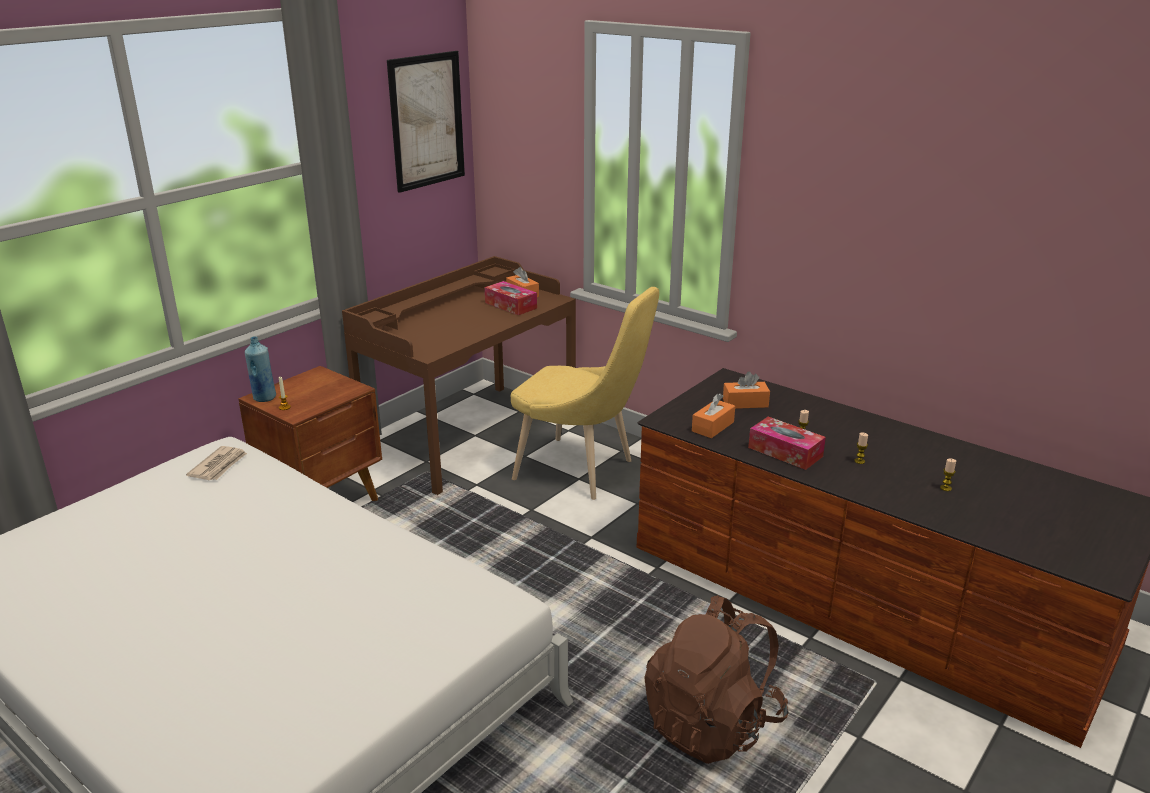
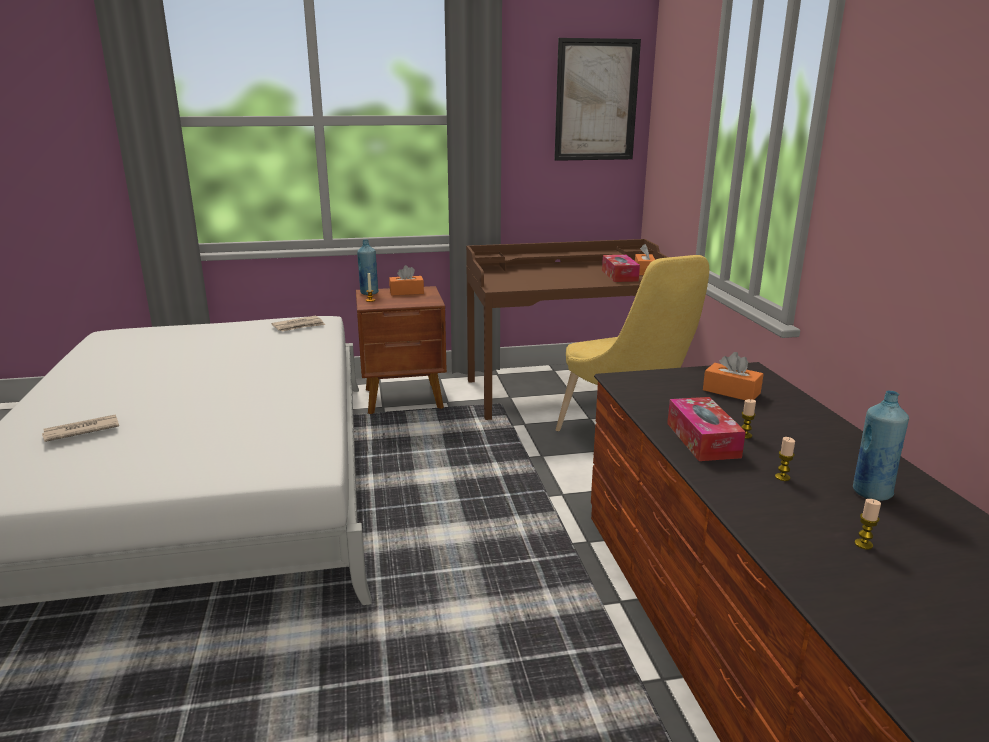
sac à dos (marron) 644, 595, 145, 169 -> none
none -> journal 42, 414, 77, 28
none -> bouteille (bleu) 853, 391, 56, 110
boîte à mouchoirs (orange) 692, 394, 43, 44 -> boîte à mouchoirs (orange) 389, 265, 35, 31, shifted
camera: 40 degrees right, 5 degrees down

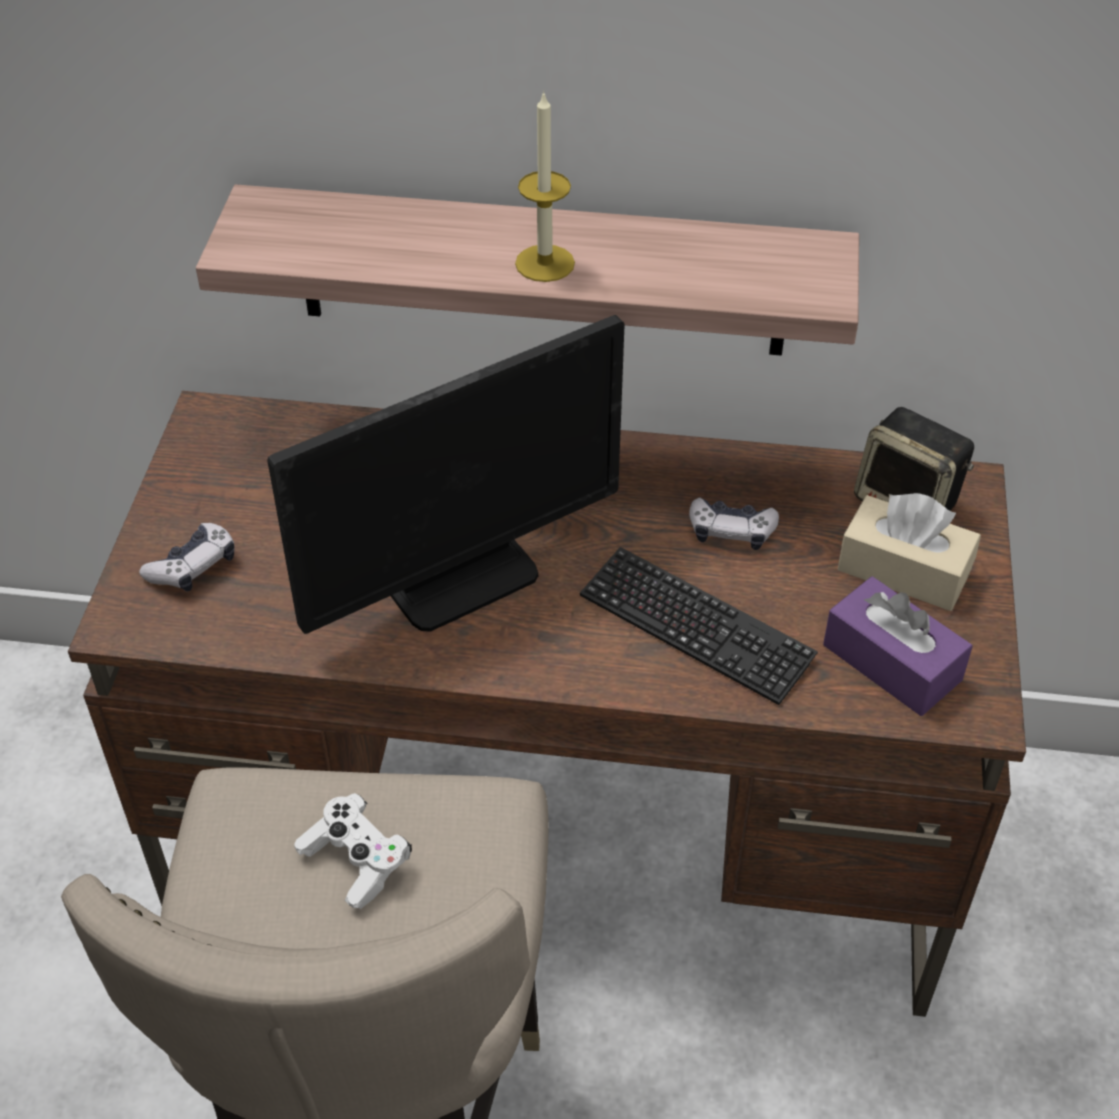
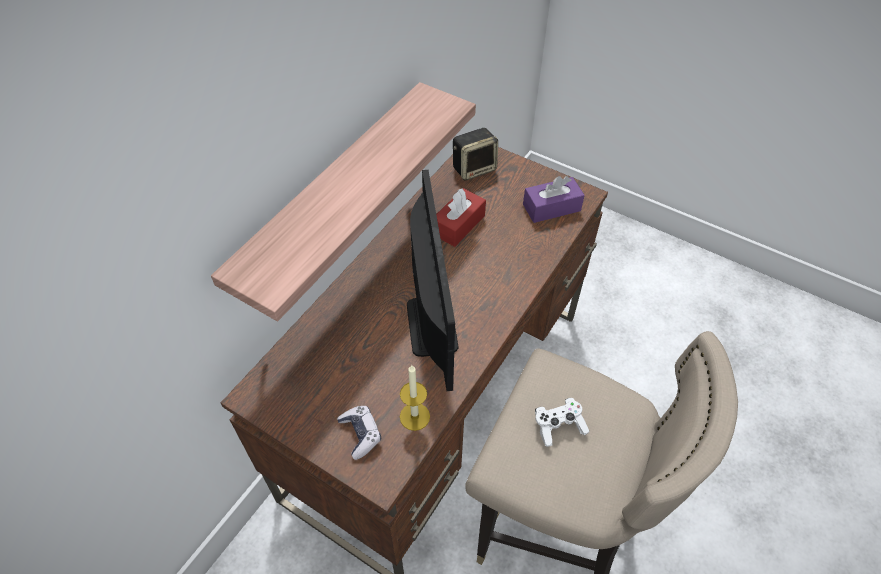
clavier 580, 547, 238, 158 -> none
boîte à mouchoirs (beige) 838, 493, 143, 118 -> none
bougie 515, 90, 60, 192 -> bougie 400, 365, 30, 66, shifted
manette 689, 498, 90, 52 -> boîte à mouchoirs (rouge) 436, 188, 50, 59
camera: 65 degrees left, 5 degrees up

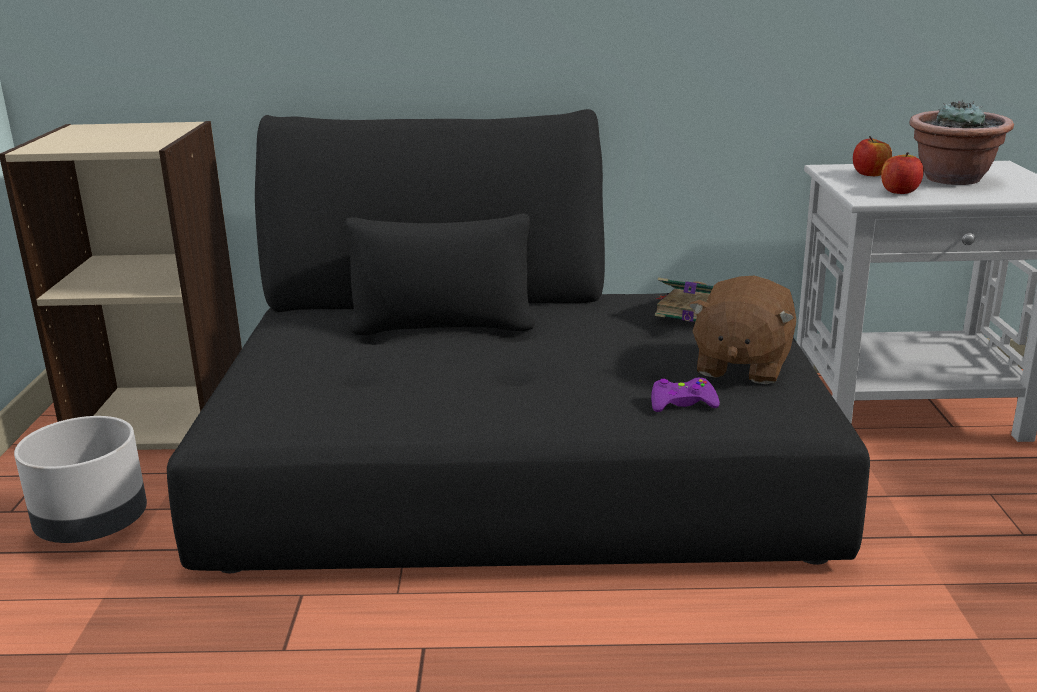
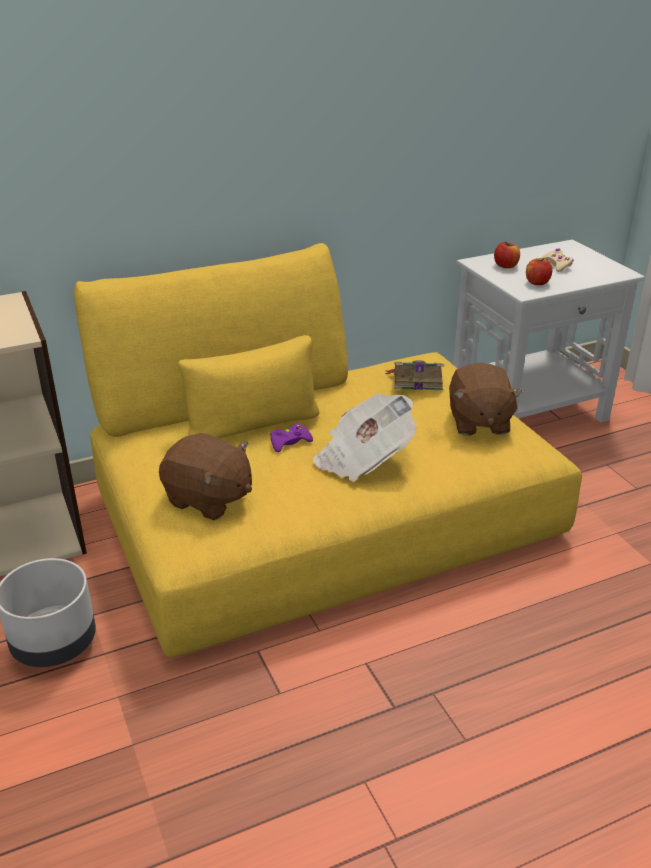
none -> peluche (marron) 159, 433, 93, 87
none -> journal 313, 393, 104, 88
manette (violet) 651, 378, 69, 34 -> manette (violet) 271, 423, 42, 29, shifted
plante en pot 909, 100, 105, 85 -> manette (beige) 541, 249, 32, 23
canapé (noir) 167, 109, 703, 464 -> canapé (jaune) 74, 243, 508, 414
camera: 25 degrees left, 10 degrees up

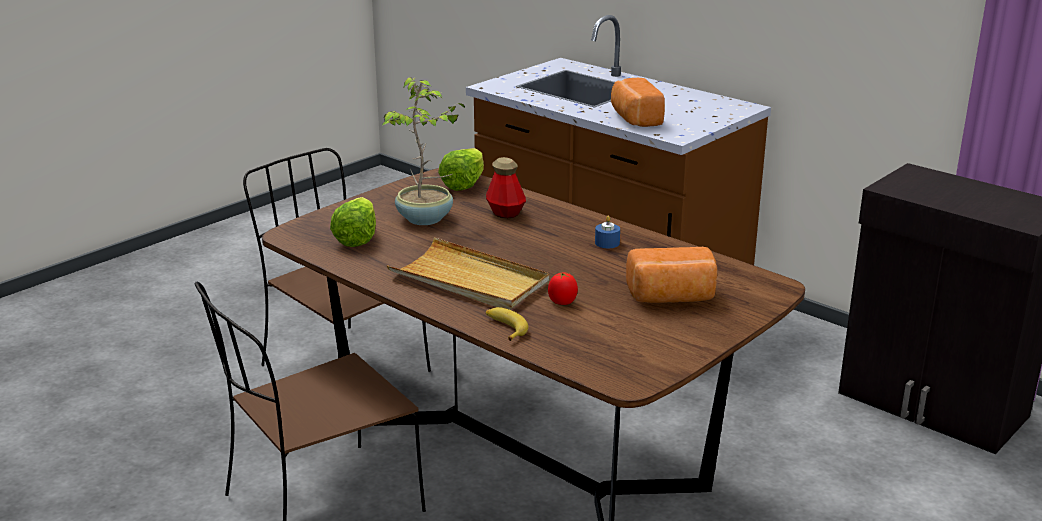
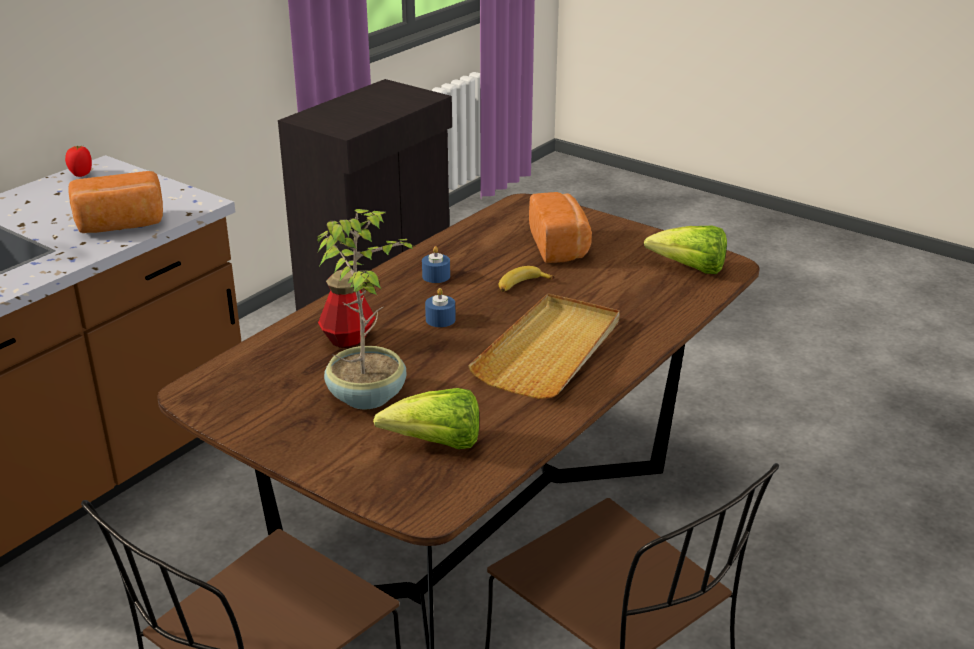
none -> bougie (bleu) 425, 288, 31, 39
laitue 438, 148, 46, 43 -> laitue 644, 226, 83, 48, shifted
banane 486, 307, 42, 34 -> banane 498, 266, 57, 26, shifted
tomate 548, 272, 30, 33 -> tomate 65, 146, 27, 31, shifted
camera: 95 degrees left, 5 degrees up

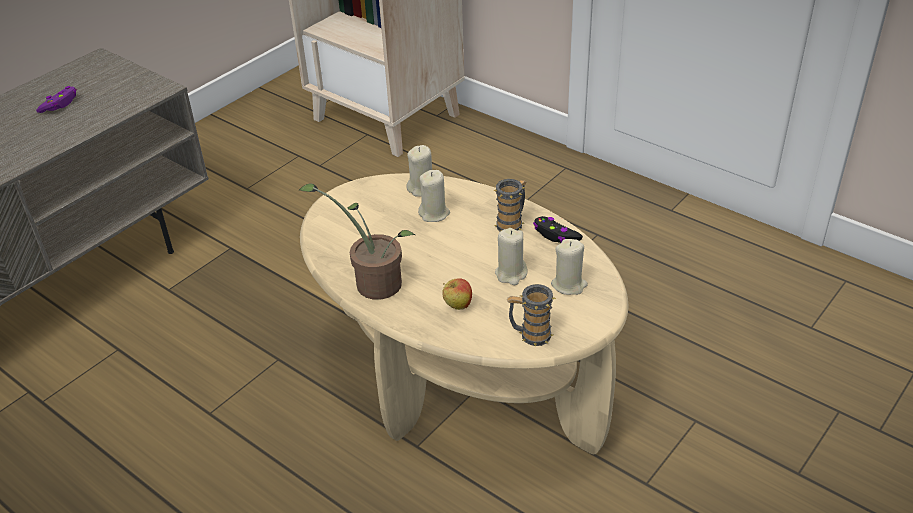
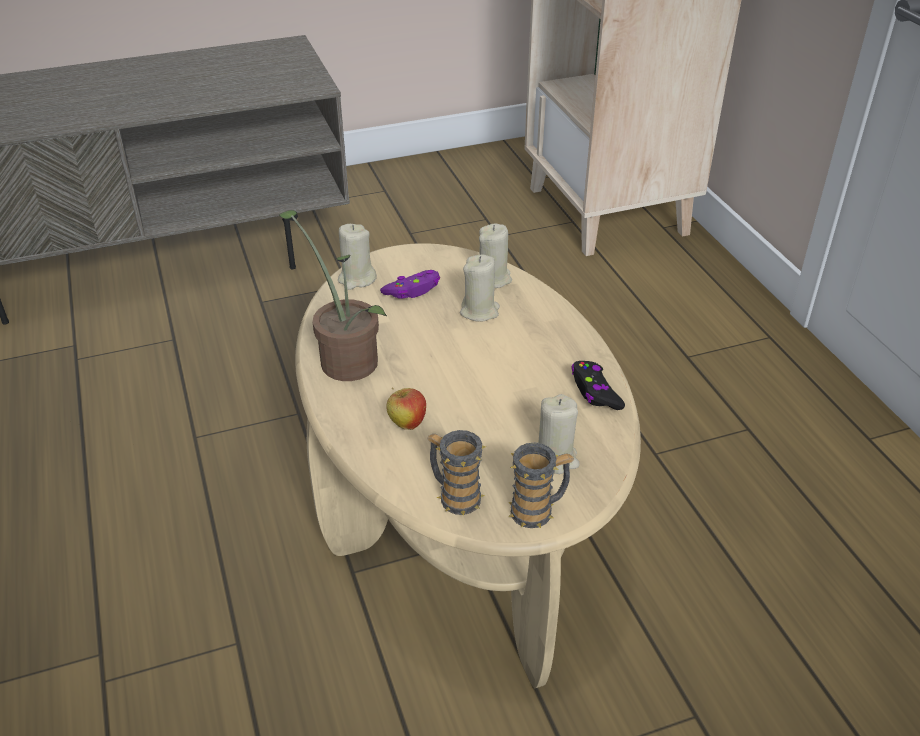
manette (violet) 36, 86, 41, 27 -> manette (violet) 380, 270, 60, 29, shifted
mug 493, 179, 33, 52 -> mug 508, 443, 66, 85, shifted
bougie (beige) 495, 228, 32, 57 -> bougie (beige) 338, 224, 39, 66, shifted
camera: 30 degrees right, 0 degrees up

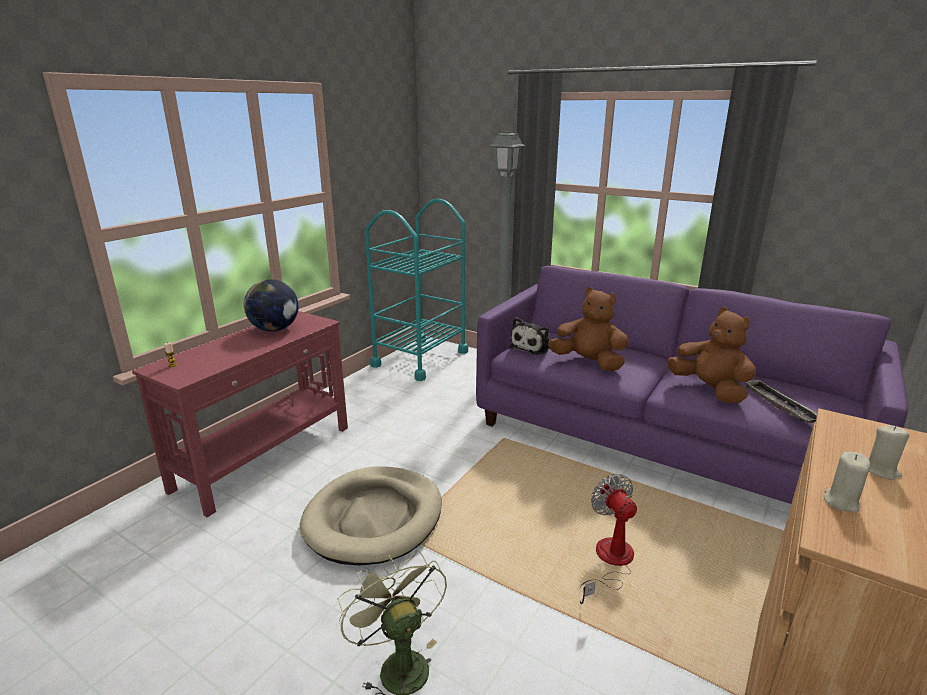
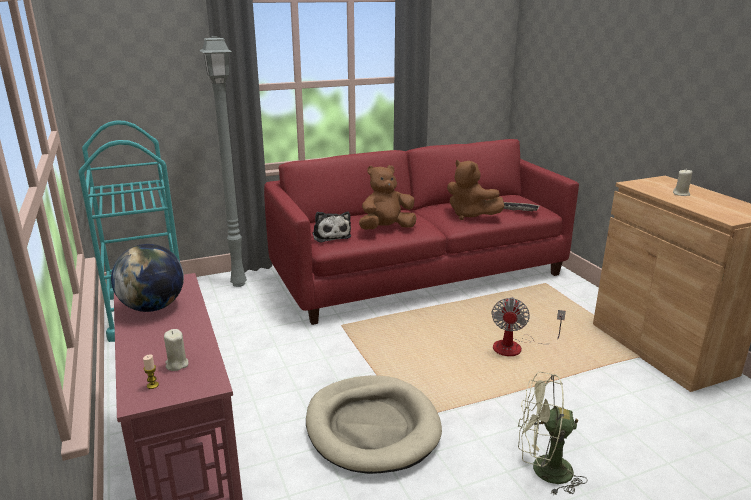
bougie (beige) 824, 452, 47, 60 -> bougie (beige) 164, 329, 24, 42, shifted
canapé (violet) 476, 266, 432, 238 -> canapé (rouge) 264, 139, 315, 186
ventilateur 580, 474, 57, 130 -> ventilateur 491, 297, 75, 59, 90 degrees counterclockwise
peluche (marron) 667, 307, 89, 96 -> peluche (marron) 447, 160, 58, 60, 135 degrees counterclockwise
camera: 55 degrees left, 0 degrees up

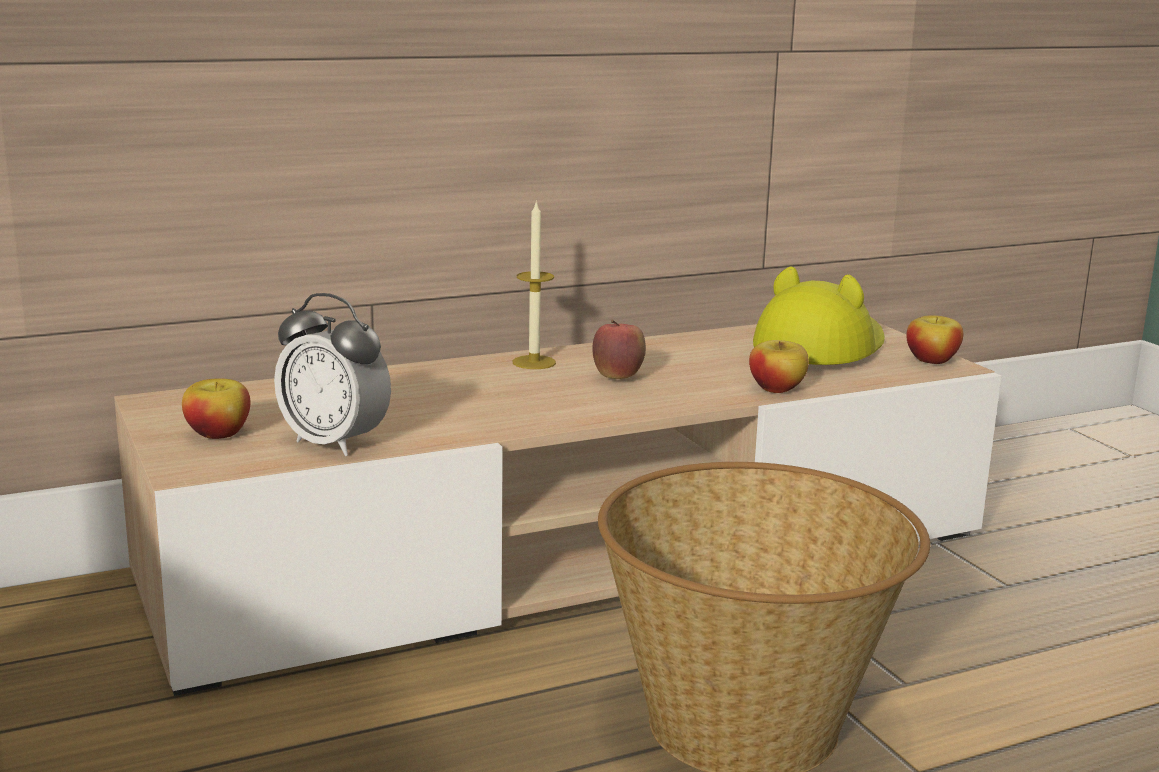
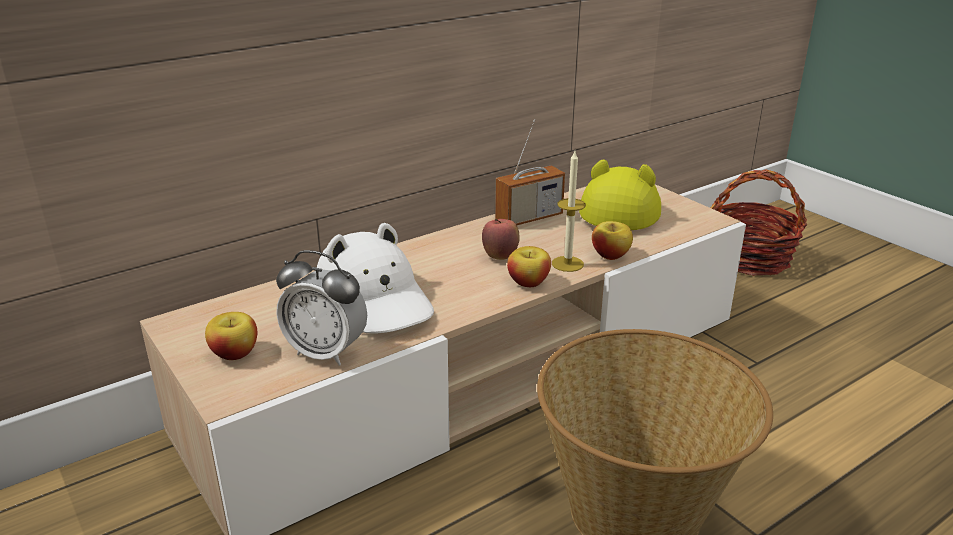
none -> chapeau (blanc) 317, 223, 117, 111
none -> radio 495, 119, 70, 106
none -> panier 711, 169, 97, 107
bougie 513, 200, 43, 169 -> bougie 552, 151, 34, 121, shifted
pomme 906, 315, 57, 49 -> pomme 507, 246, 44, 41, shifted
camera: 10 degrees left, 10 degrees up

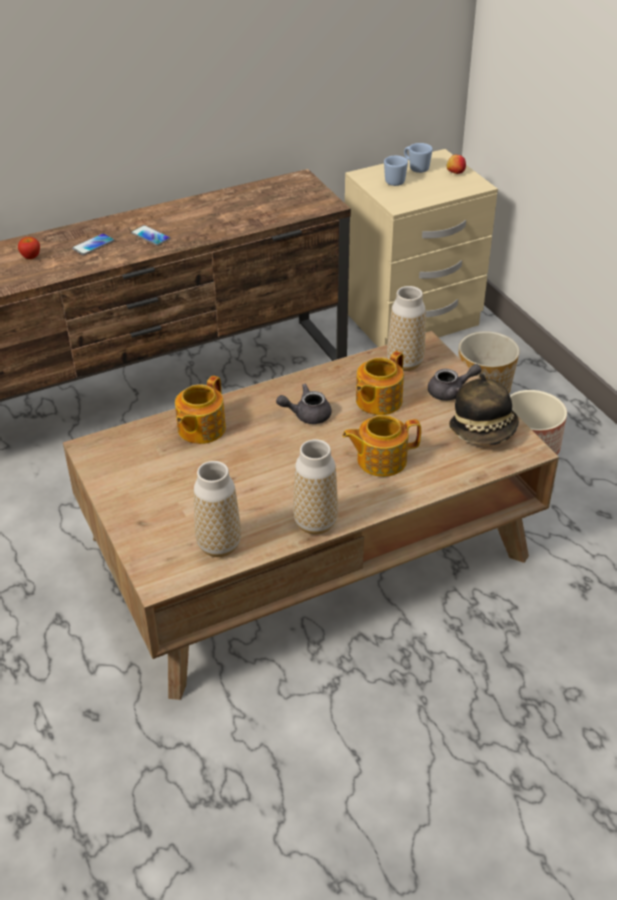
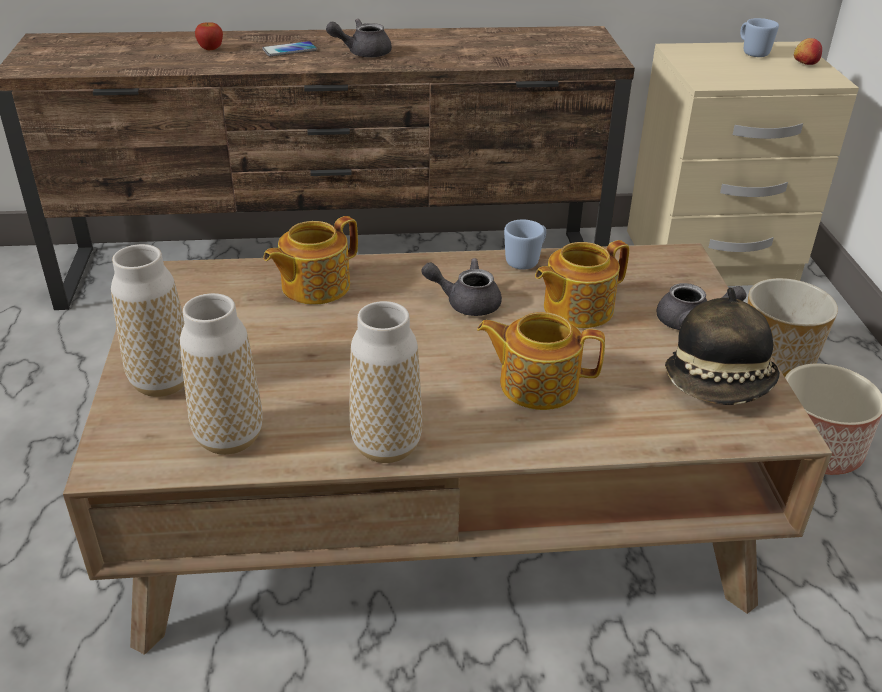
mug (bleu) 384, 156, 24, 30 -> mug (bleu) 504, 219, 42, 51, shifted
vase 387, 286, 39, 85 -> vase 111, 244, 73, 153, shifted
téléphone 131, 225, 39, 21 -> théière (gris) 326, 19, 66, 39
camera: 20 degrees right, 5 degrees down

